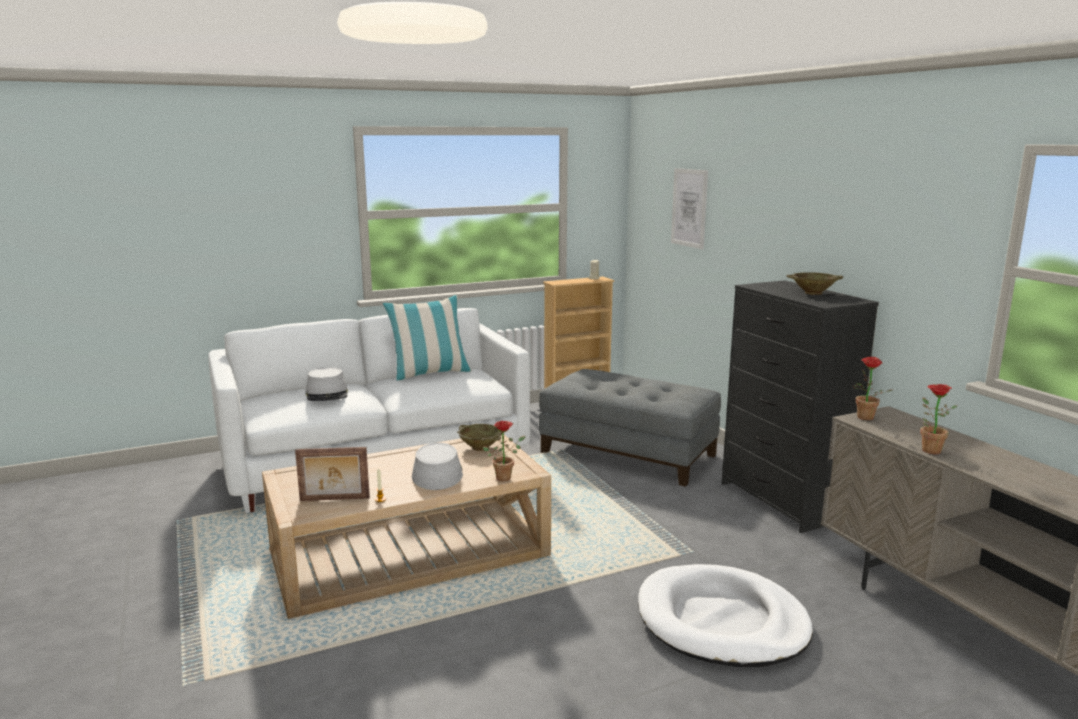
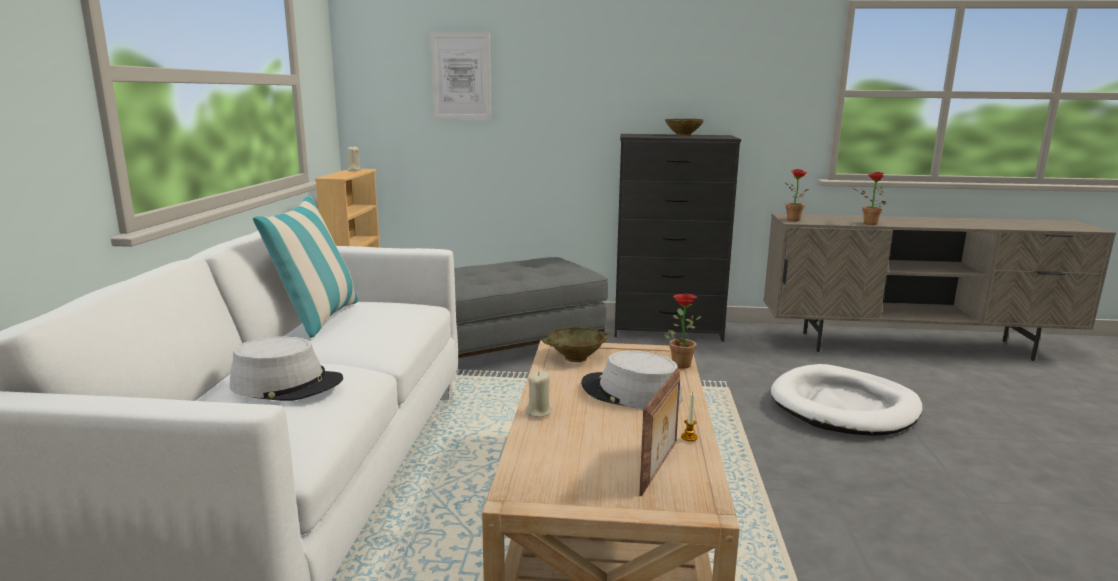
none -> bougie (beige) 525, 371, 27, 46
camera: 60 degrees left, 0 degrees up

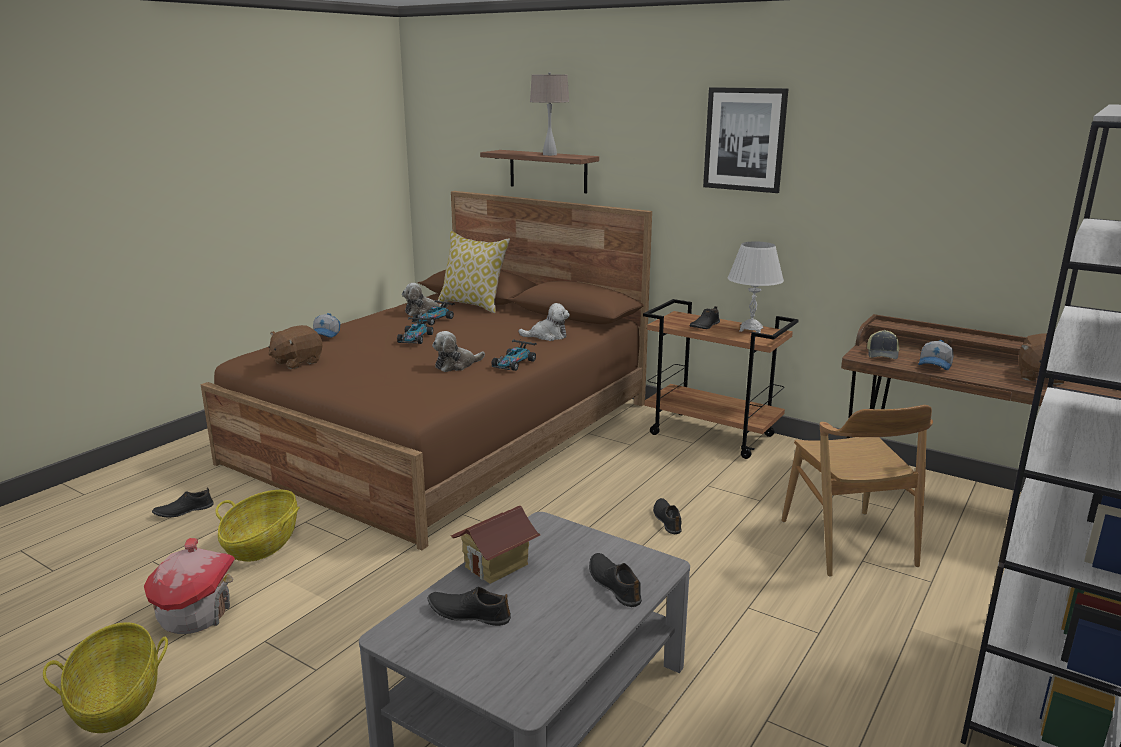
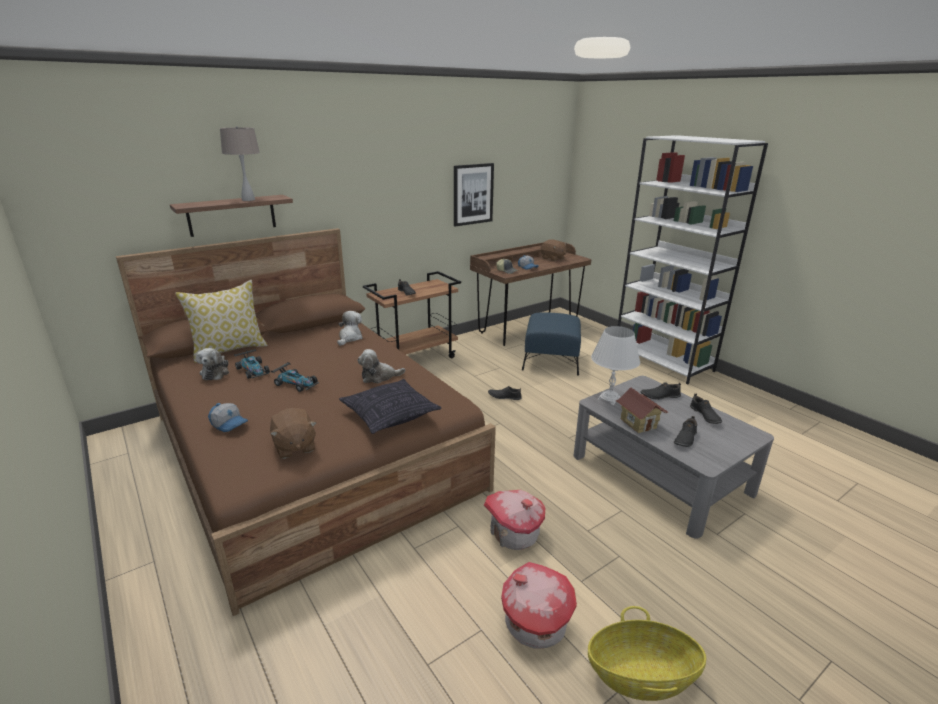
panier 215, 490, 85, 72 -> none
petite voiture 491, 339, 45, 32 -> none
none -> coussin 339, 379, 102, 55
none -> maison miniature 484, 490, 61, 60
chaussure (noir) 152, 488, 62, 30 -> chaussure (noir) 690, 393, 32, 31, shifted
tableau 703, 87, 85, 106 -> tableau 454, 163, 40, 64, shifted
lampe de table (blanc) 728, 241, 56, 92 -> lampe de table (blanc) 591, 326, 49, 79, shifted
chaise (marron) 782, 405, 151, 172 -> pouf (bleu) 522, 312, 59, 64
peluche 432, 331, 53, 41 -> peluche 357, 349, 49, 34, 90 degrees clockwise
camera: 70 degrees left, 5 degrees up

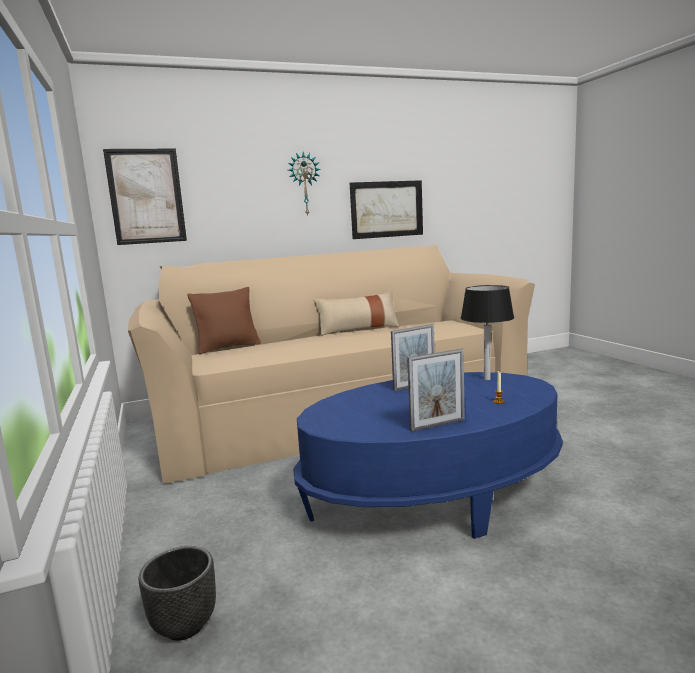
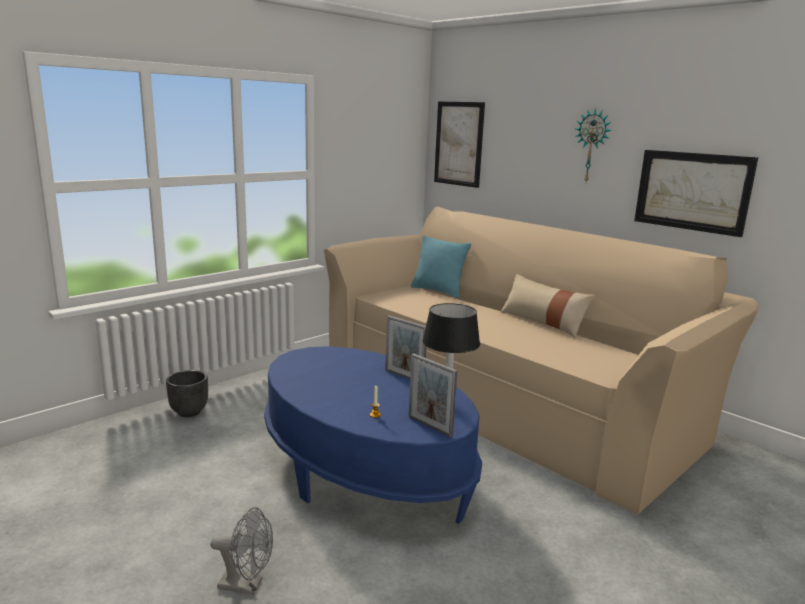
none -> ventilateur (gris) 210, 507, 63, 88
cadre photo 407, 349, 58, 83 -> cadre photo 409, 353, 48, 85, shifted
coussin (marron) 187, 287, 74, 67 -> coussin (turquoise) 411, 235, 60, 63
camera: 65 degrees right, 5 degrees up

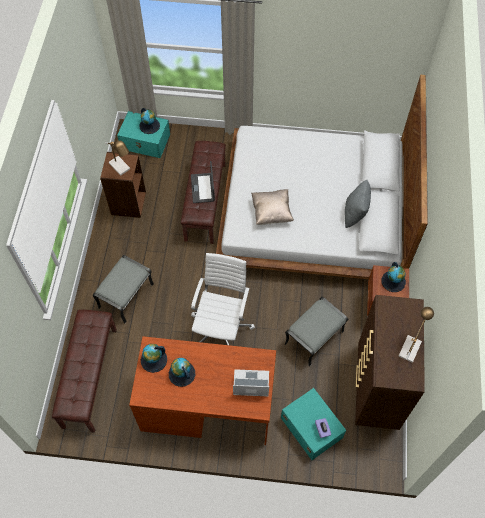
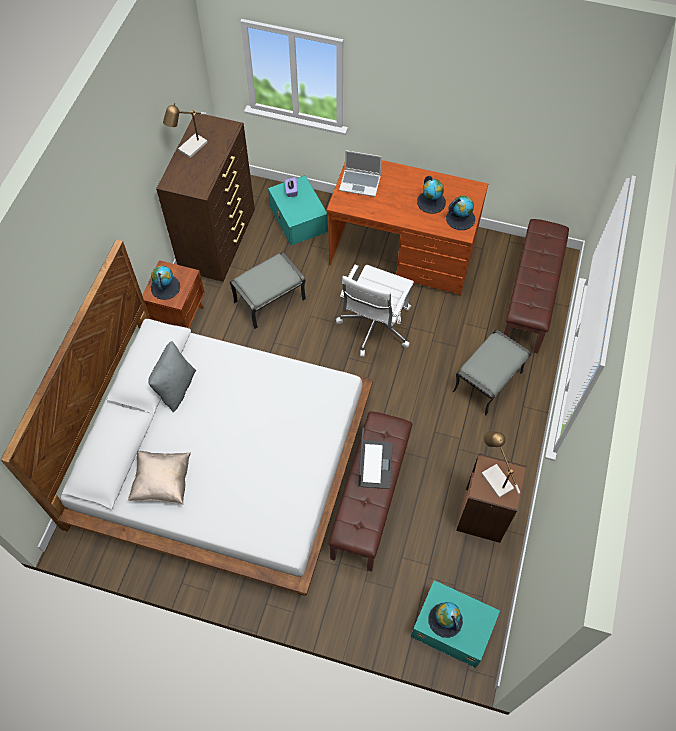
coussin (beige) 251, 189, 43, 36 -> coussin (beige) 128, 451, 63, 54, shifted
camera: 170 degrees left, 0 degrees up

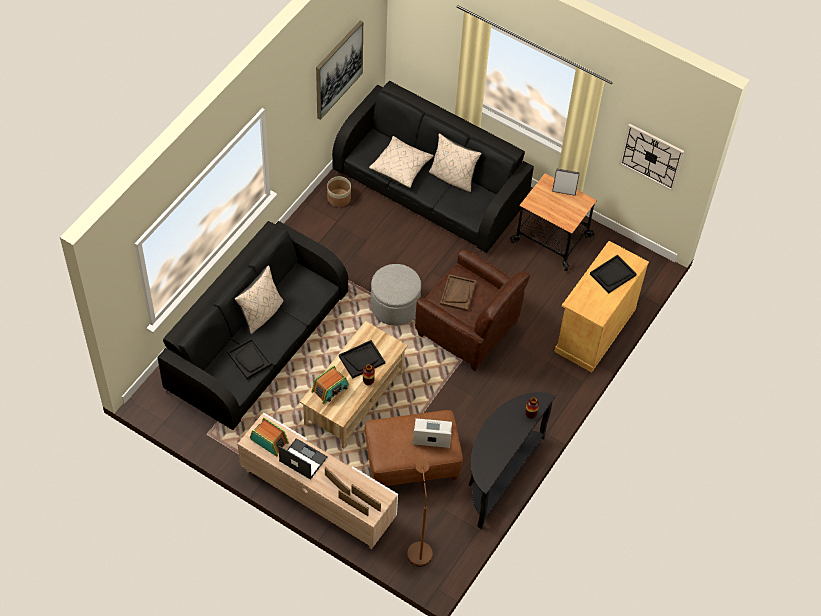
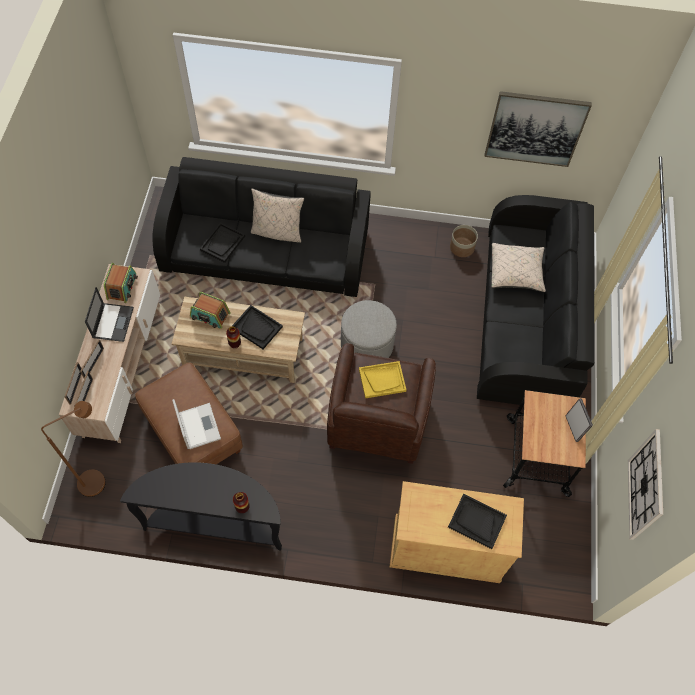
coussin (beige) 429, 133, 53, 59 -> none
plateau (marron) 440, 274, 36, 37 -> plateau (jaune) 359, 361, 47, 37
camera: 65 degrees right, 5 degrees up

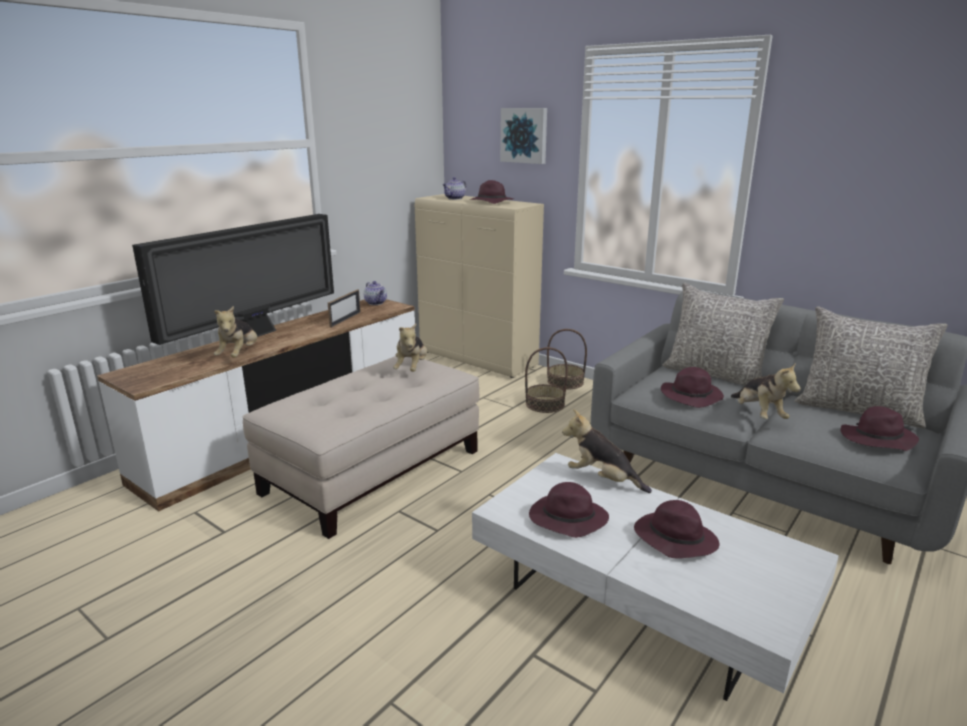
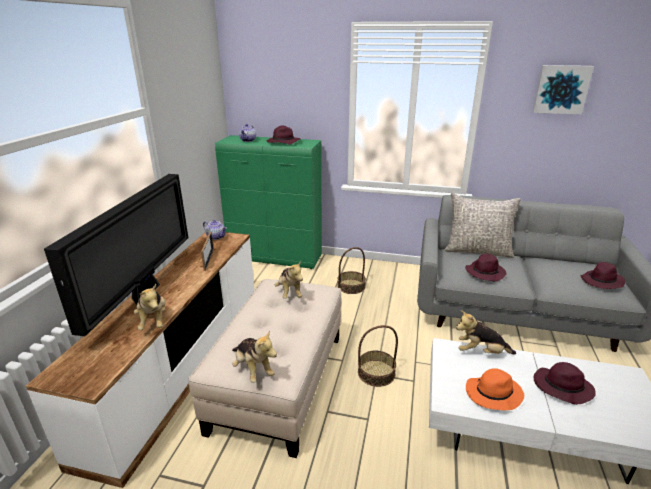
coussin (gris) 794, 306, 154, 122 -> none
tableau 500, 108, 47, 56 -> tableau 533, 65, 61, 50, shifted
panier 547, 329, 40, 61 -> panier 358, 325, 40, 62, shifted
peluche 731, 362, 70, 57 -> peluche 232, 331, 45, 52, shifted
meuble de rangement (beige) 415, 194, 129, 184 -> meuble de rangement (vert) 215, 135, 107, 134
chapeau (violet) 529, 482, 80, 56 -> chapeau (orange) 466, 368, 58, 42
camera: 25 degrees left, 5 degrees up

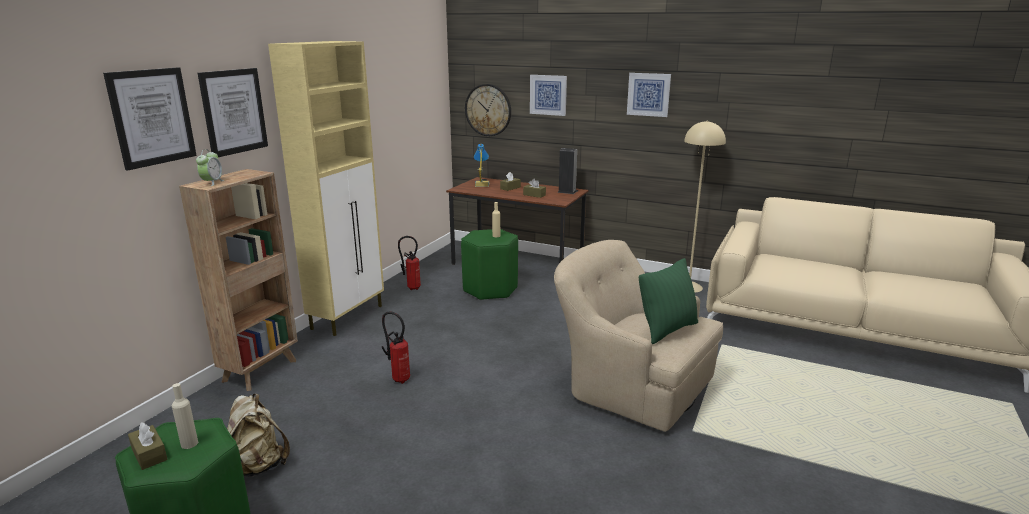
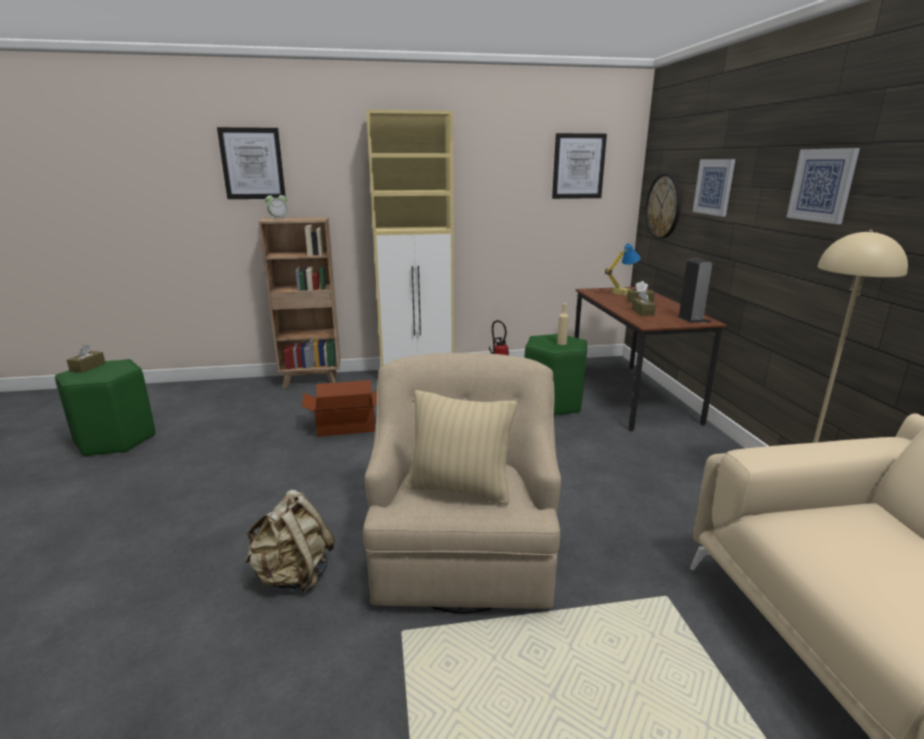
bouteille (beige) 172, 383, 26, 66 -> none
tableau 198, 68, 70, 89 -> tableau 552, 133, 55, 66, shifted
sac à dos (beige) 227, 394, 63, 83 -> sac à dos (beige) 244, 490, 91, 104, shifted
extincteur 382, 311, 28, 73 -> carton 302, 380, 75, 57
coussin (vert) 639, 258, 59, 86 -> coussin (beige) 406, 390, 111, 115
camera: 55 degrees right, 0 degrees up

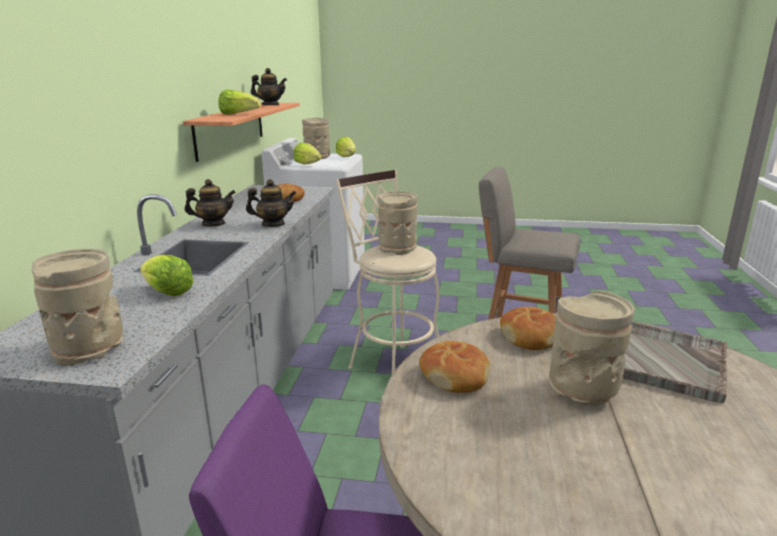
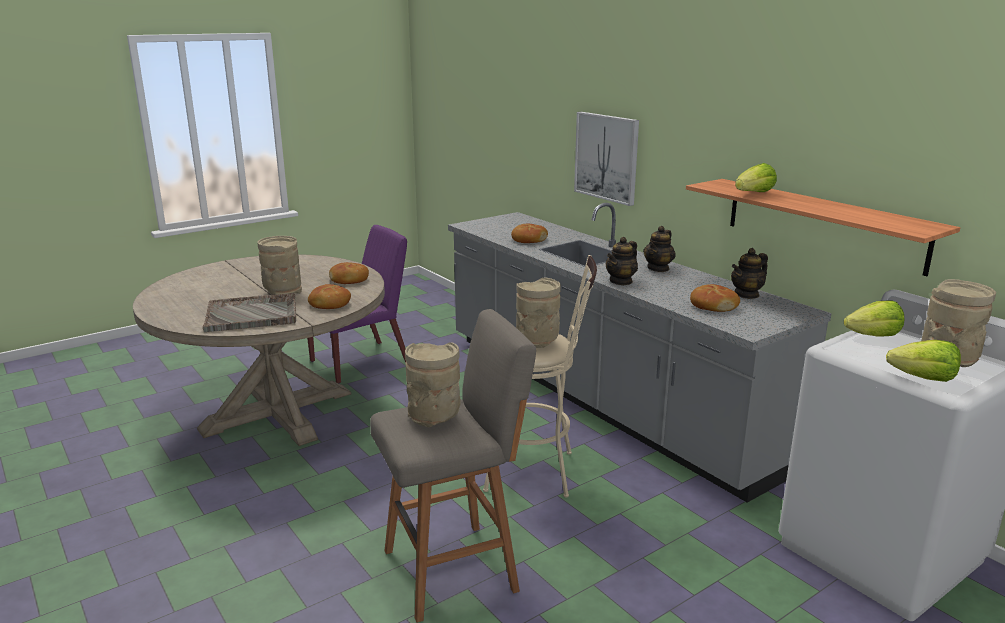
none -> tableau 574, 112, 65, 94
vase (beige) 32, 248, 91, 118 -> vase (beige) 405, 342, 56, 85, shifted
théière 251, 68, 36, 37 -> théière 731, 248, 37, 51, shifted
laitue 140, 255, 54, 41 -> pain 511, 224, 37, 19
camera: 135 degrees right, 0 degrees up

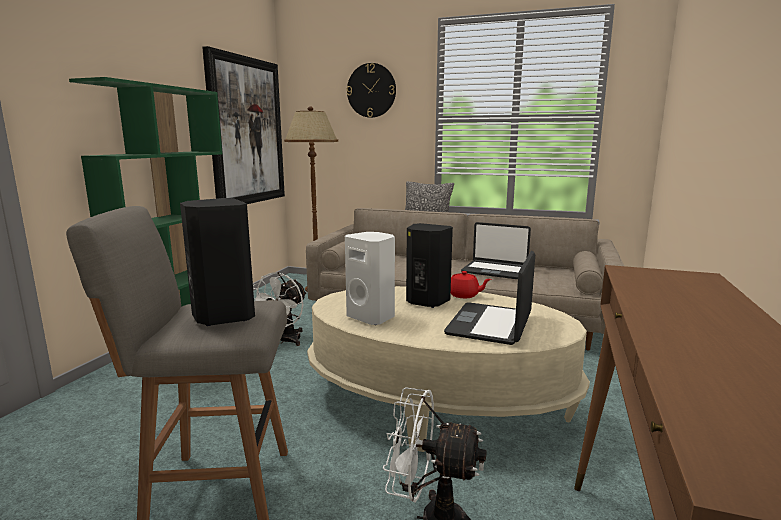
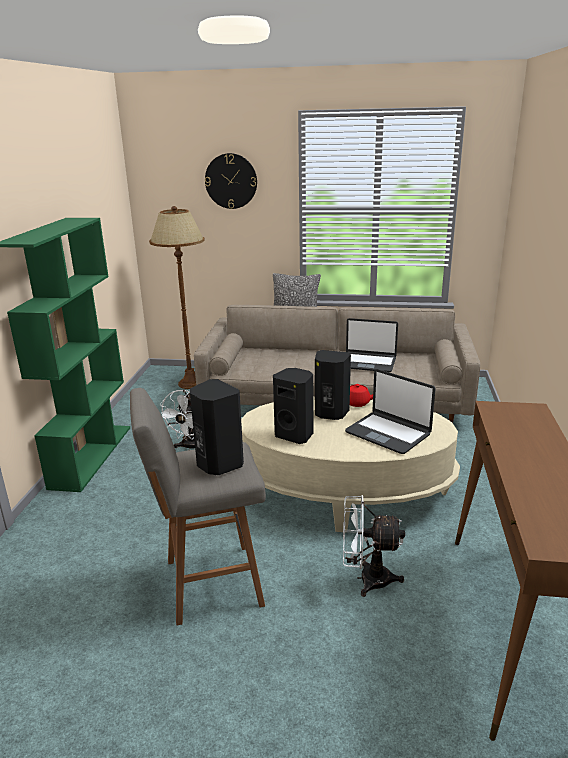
tableau 202, 46, 83, 158 -> none
enceinte (blanc) 345, 232, 50, 93 -> enceinte (noir) 273, 368, 40, 76
ordinateur portable 444, 251, 91, 94 -> ordinateur portable 345, 369, 90, 85, 60 degrees counterclockwise
camera: 10 degrees left, 10 degrees up

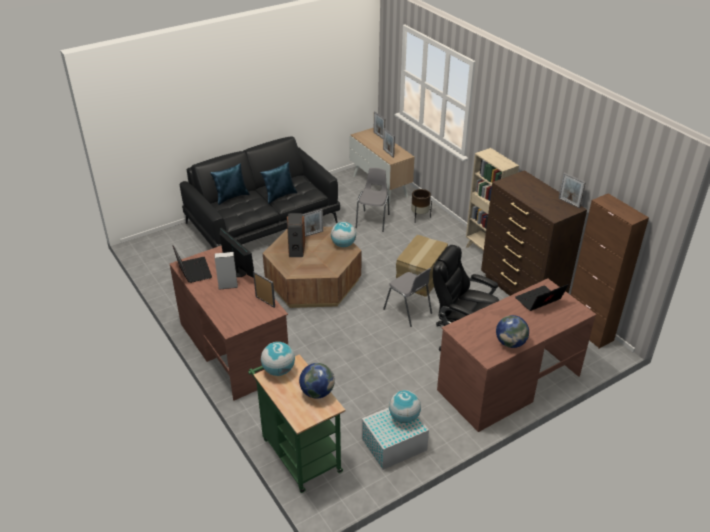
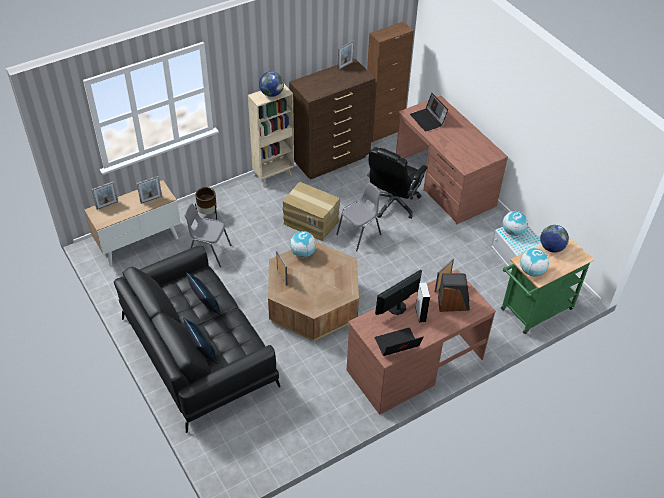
enceinte 287, 213, 18, 44 -> enceinte 438, 273, 32, 39, shifted
globe 496, 315, 33, 33 -> globe 259, 71, 25, 26, shifted
camera: 90 degrees left, 10 degrees up

